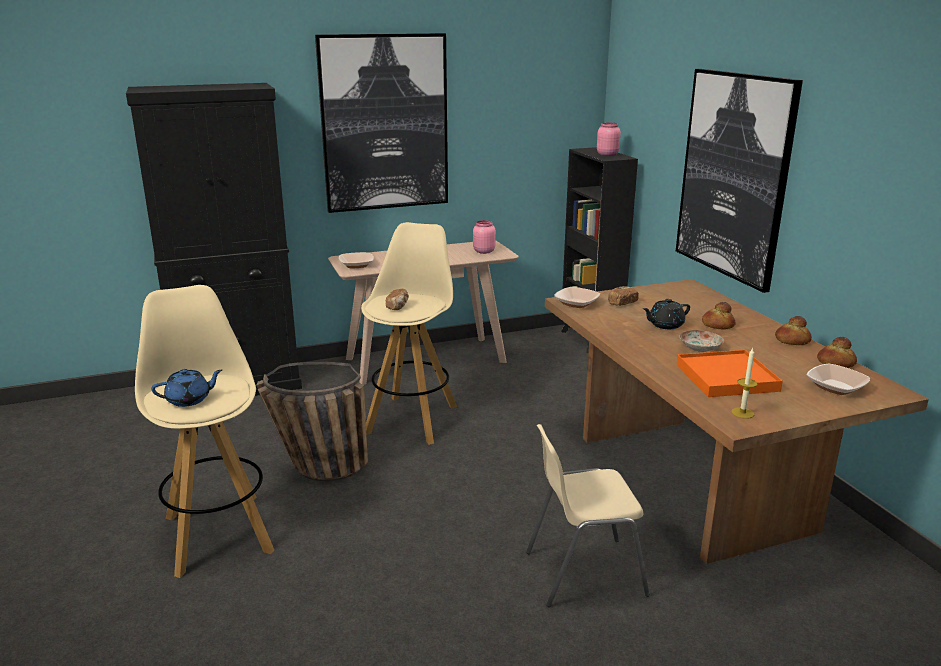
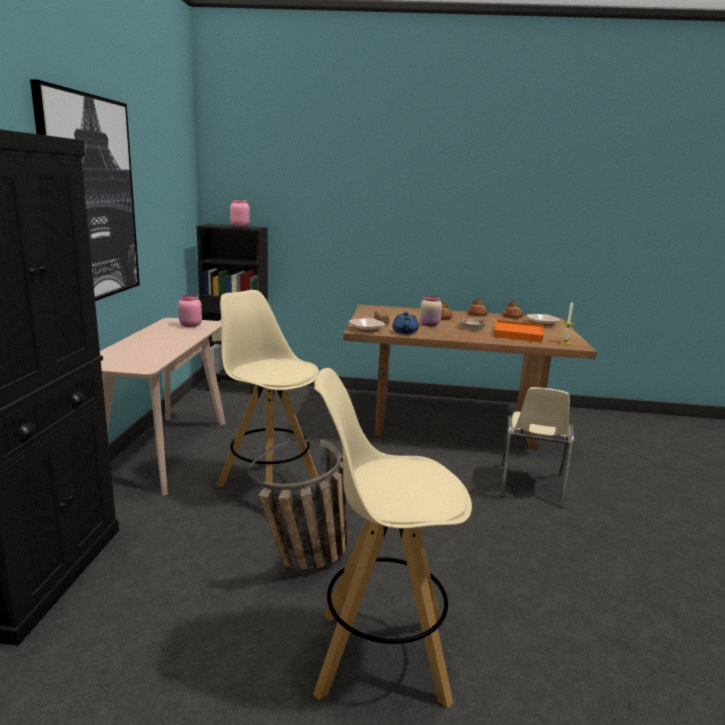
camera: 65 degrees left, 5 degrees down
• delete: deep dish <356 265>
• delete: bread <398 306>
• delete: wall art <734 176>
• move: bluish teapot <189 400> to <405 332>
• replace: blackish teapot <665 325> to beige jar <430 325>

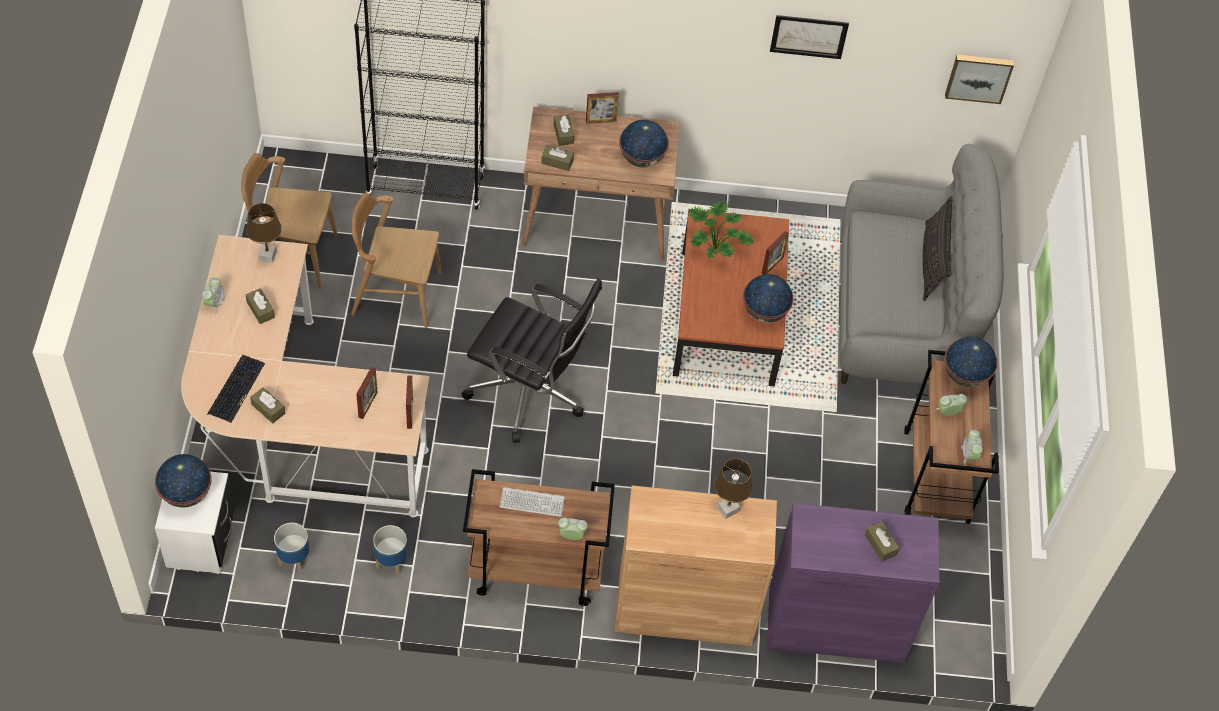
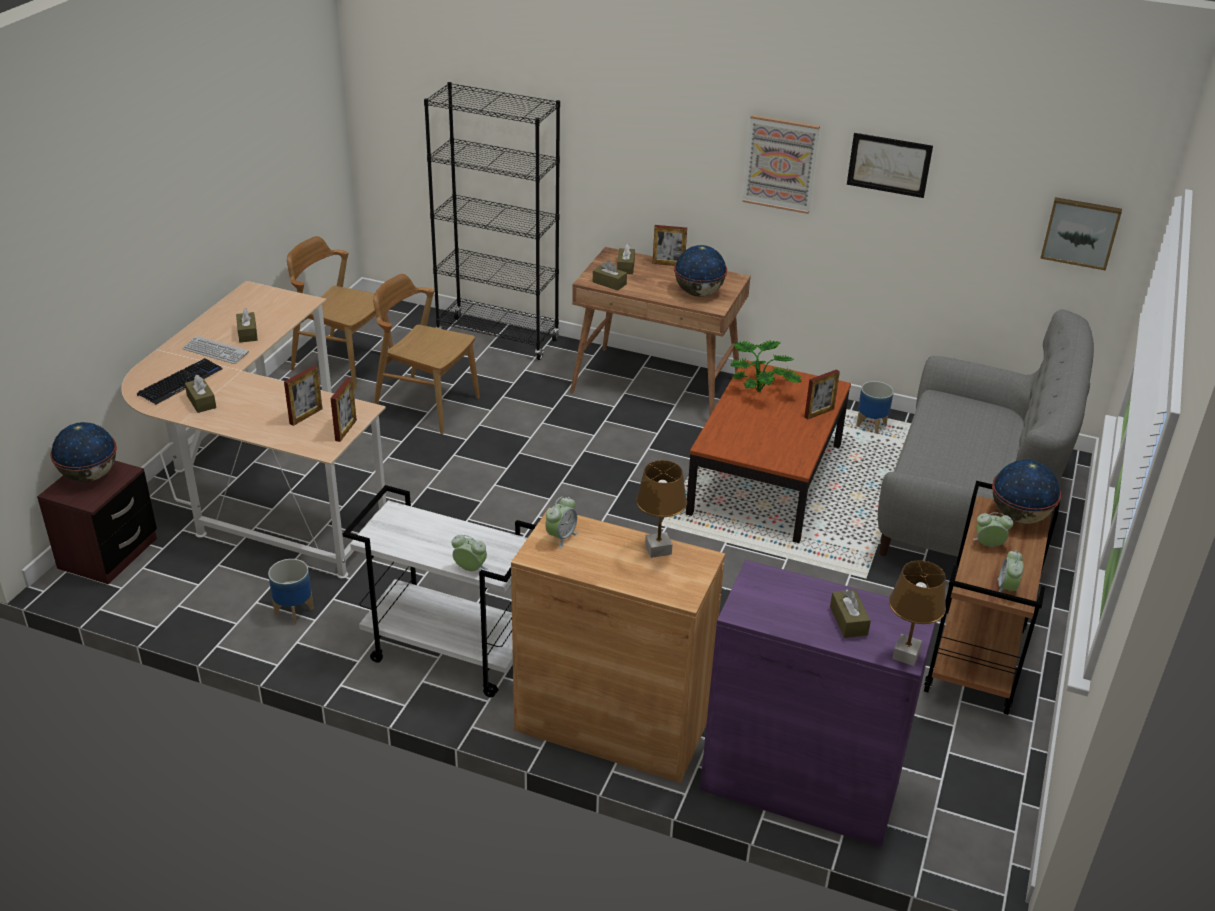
camera: 20 degrees right, 20 degrees down
• delete: blackish computer chair <530 393>
• delete: desk globe <764 312>
• delete: pillow <932 262>
• insert: wall art <780 163>
• move: table clock <214 303> to <561 537>
• move: brown-coloured lamp for a table <268 256> to <906 655>
• move: plant pot <294 558> to <871 425>
• move: keyboard <532 502> to <215 351>
• recolor: white-coloured bedside table <201 540> to brown-coloured bedside table <108 554>
• recolor: brown-coloured cart <534 571> to white-coloured cart <448 653>

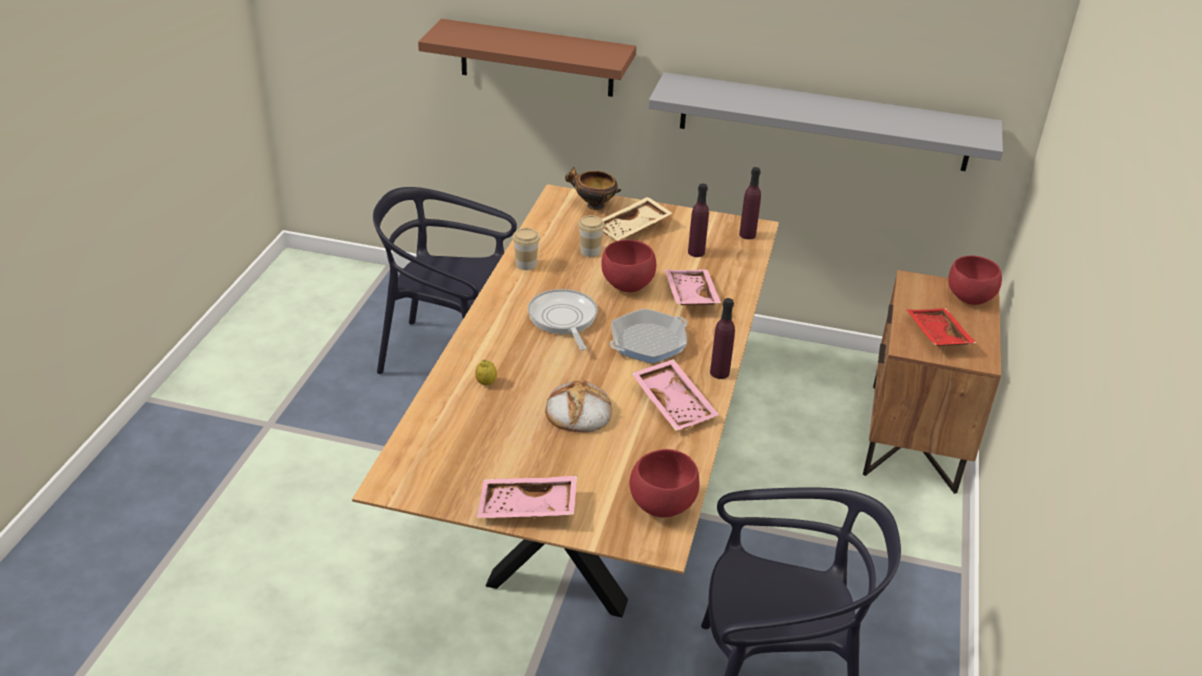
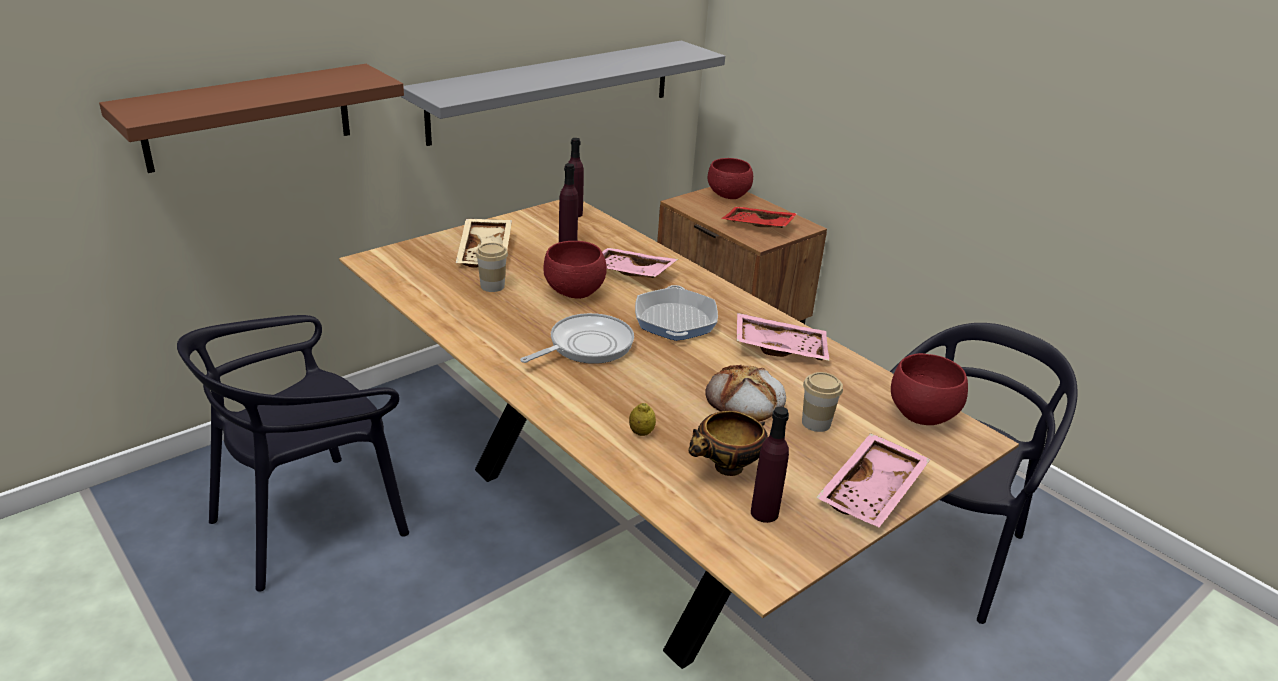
camera: 55 degrees left, 5 degrees down
• move: cup <526 264> to <816 423>
• move: deep dish <593 205> to <726 469>
• move: purplish drink bottle <719 372> to <764 512>
• rotate: pan <563 319> = <586 346> 120 degrees clockwise

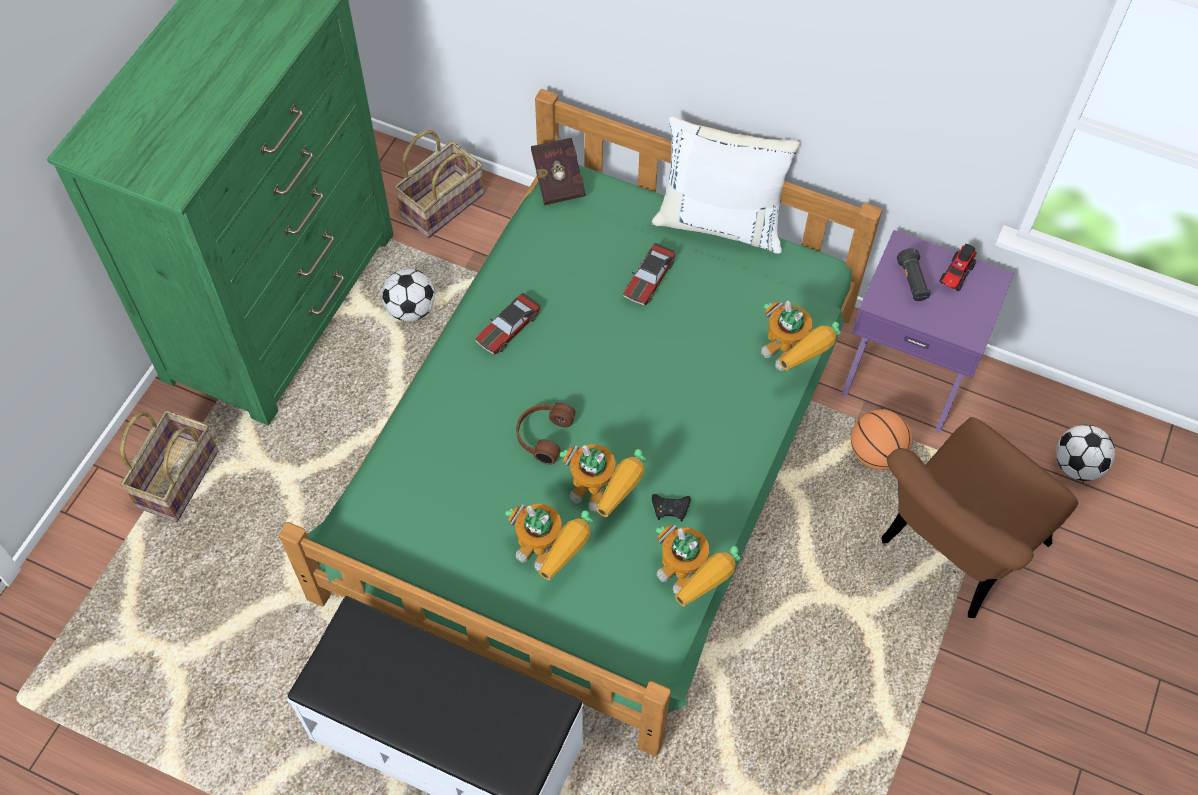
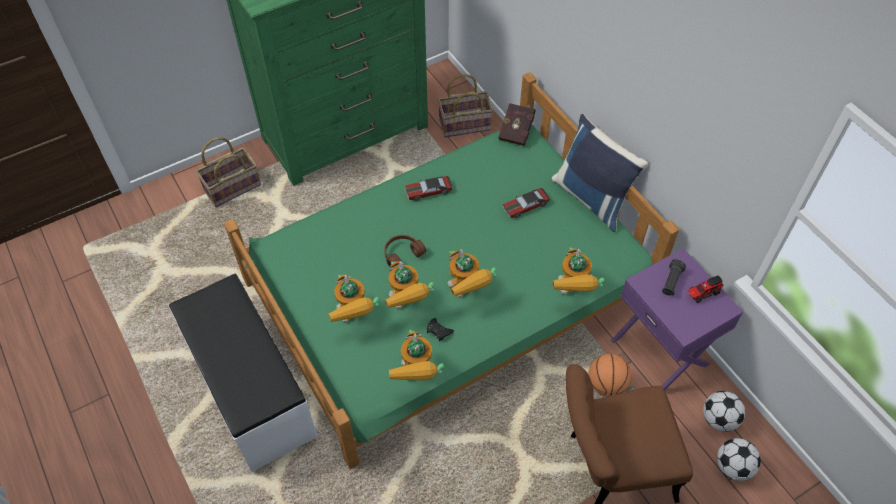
camera: 35 degrees right, 5 degrees down
• insert: model robot <467 292>
• move: football <411 309> to <718 419>
• recolor: white-coloured pillow <720 222> to bluish pillow <592 198>

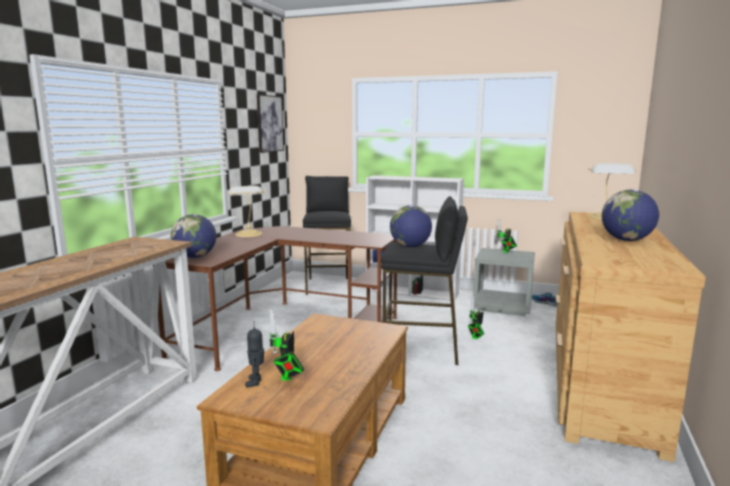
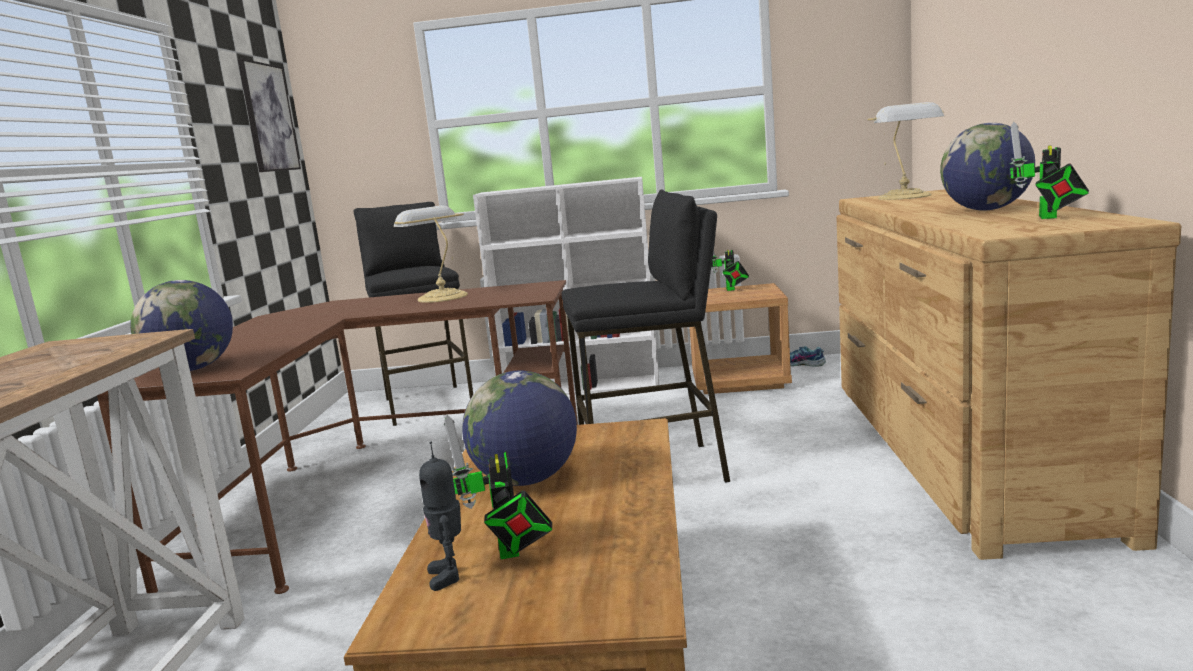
camera: 15 degrees left, 0 degrees up
• move: lamp for a table <248 234> to <441 297>
• move: desk globe <410 246> to <526 480>
• move: model robot <475 337> to <1048 217>
• recolor: greyish bedside table <502 306> to brown-coloured bedside table <740 381>

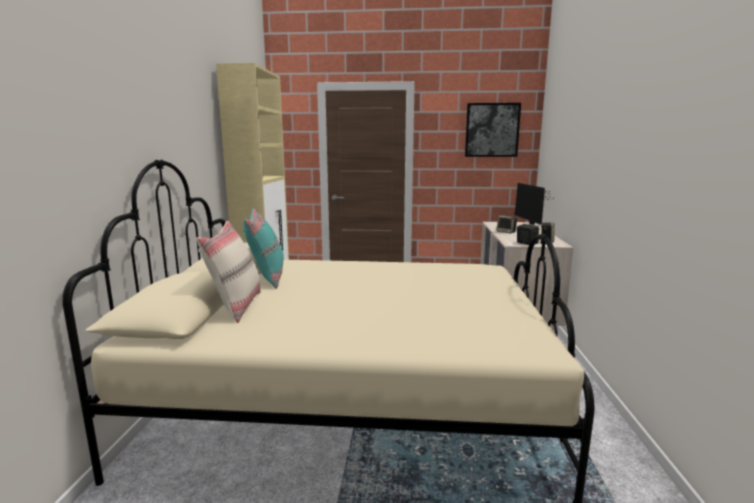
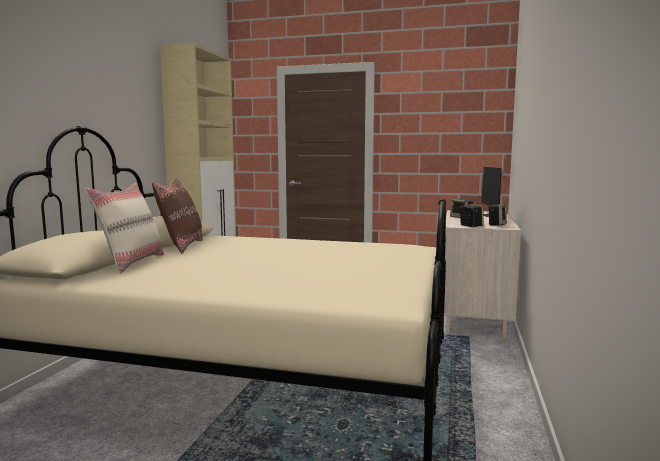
camera: 10 degrees right, 5 degrees down
• delete: wall art <492 130>
• recolor: turquoise-coloured pillow <266 278> to brown-coloured pillow <181 246>

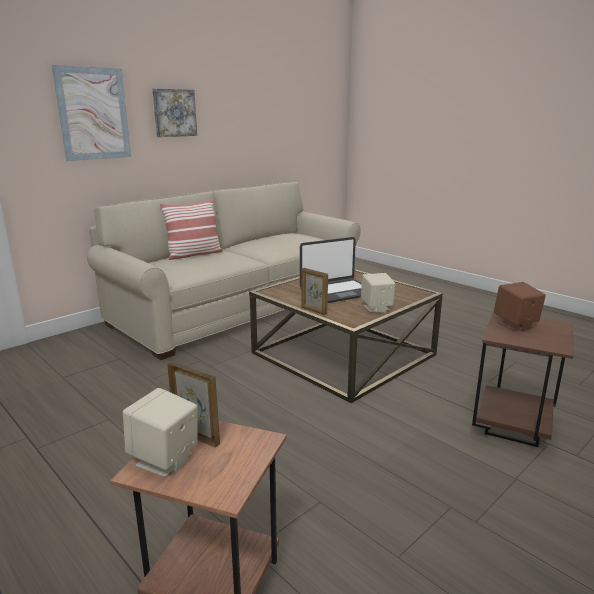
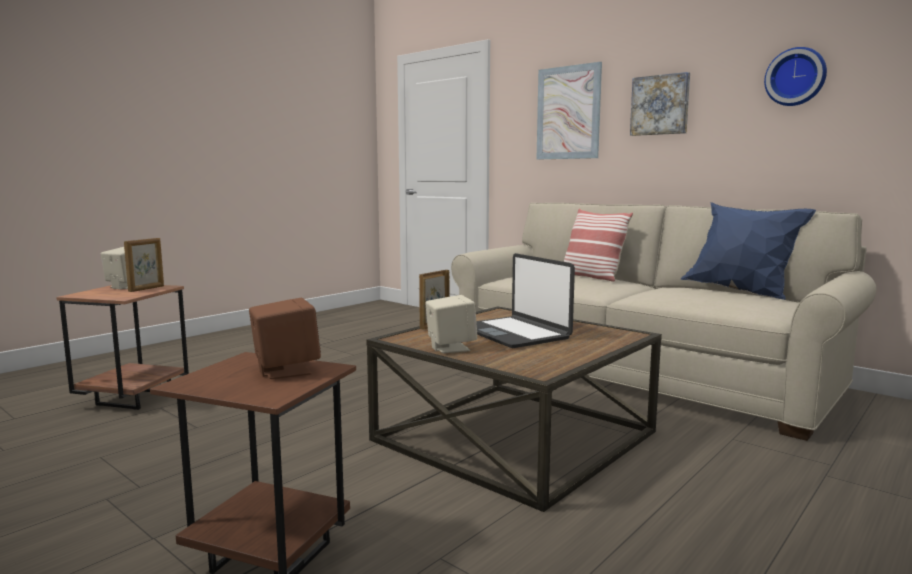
camera: 85 degrees right, 10 degrees down
• insert: bluish pillow <741 292>
• insert: clock on the wall <796 77>

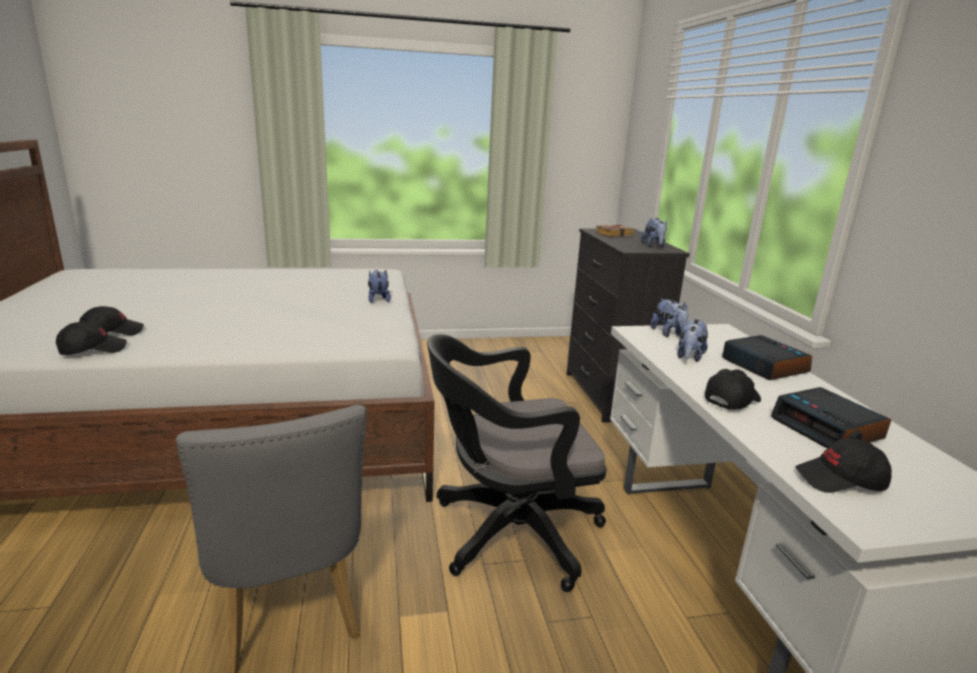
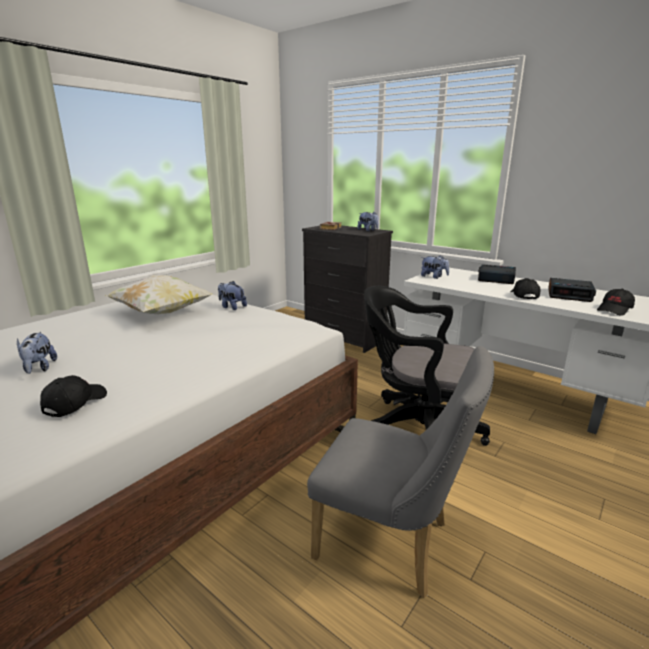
camera: 40 degrees left, 0 degrees up
• delete: blackish cap <92 349>
• insert: pillow <162 313>
• move: soft toy <689 357> to <39 368>
• rotate: blackish computer chair <508 533> = <416 428> 75 degrees clockwise

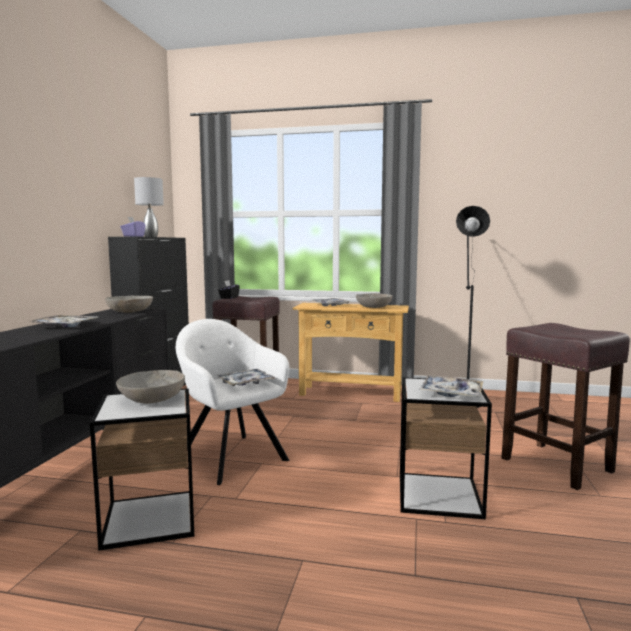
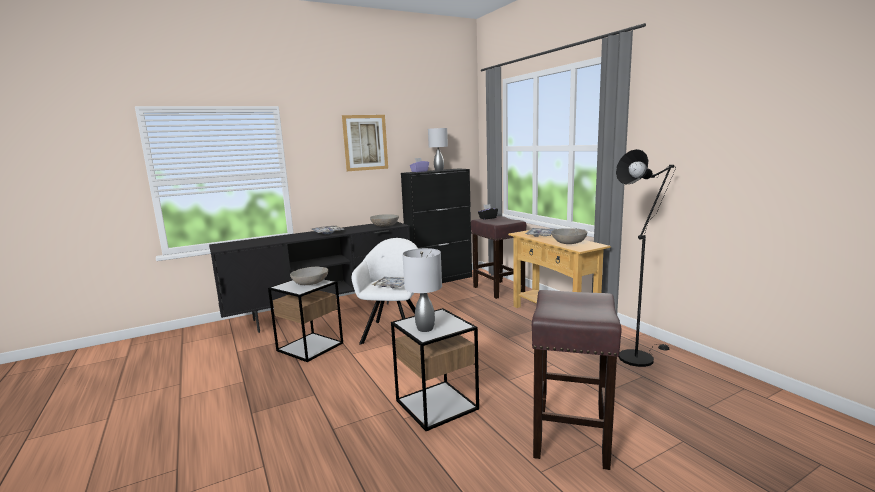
camera: 50 degrees right, 5 degrees up
• insert: wall art <365 142>
• replace: serving tray <451 393> to greyish lamp for a table <425 328>

